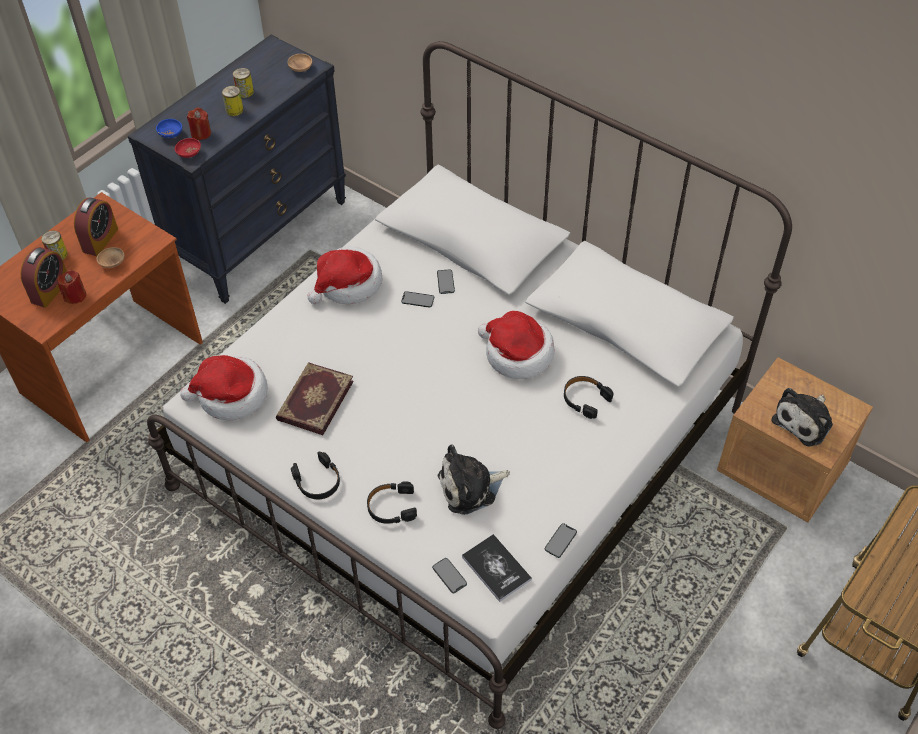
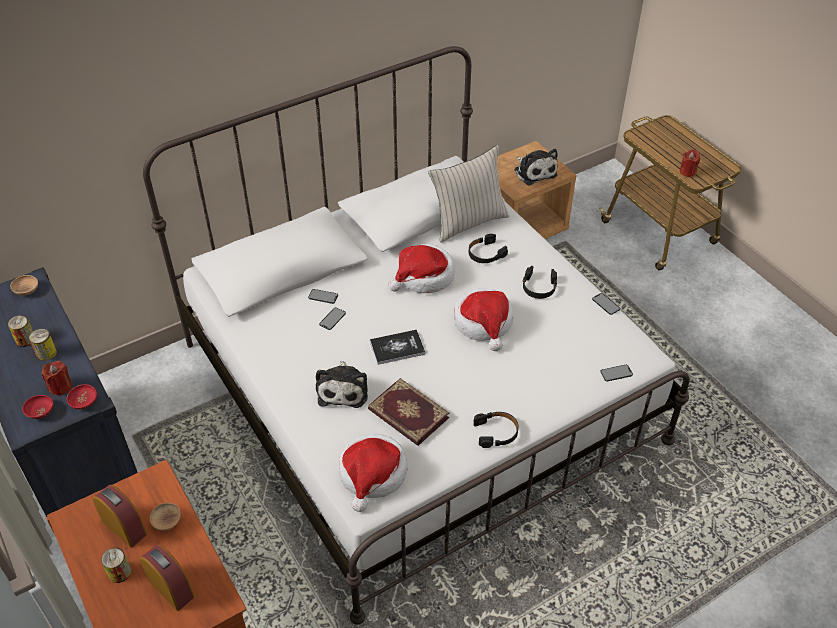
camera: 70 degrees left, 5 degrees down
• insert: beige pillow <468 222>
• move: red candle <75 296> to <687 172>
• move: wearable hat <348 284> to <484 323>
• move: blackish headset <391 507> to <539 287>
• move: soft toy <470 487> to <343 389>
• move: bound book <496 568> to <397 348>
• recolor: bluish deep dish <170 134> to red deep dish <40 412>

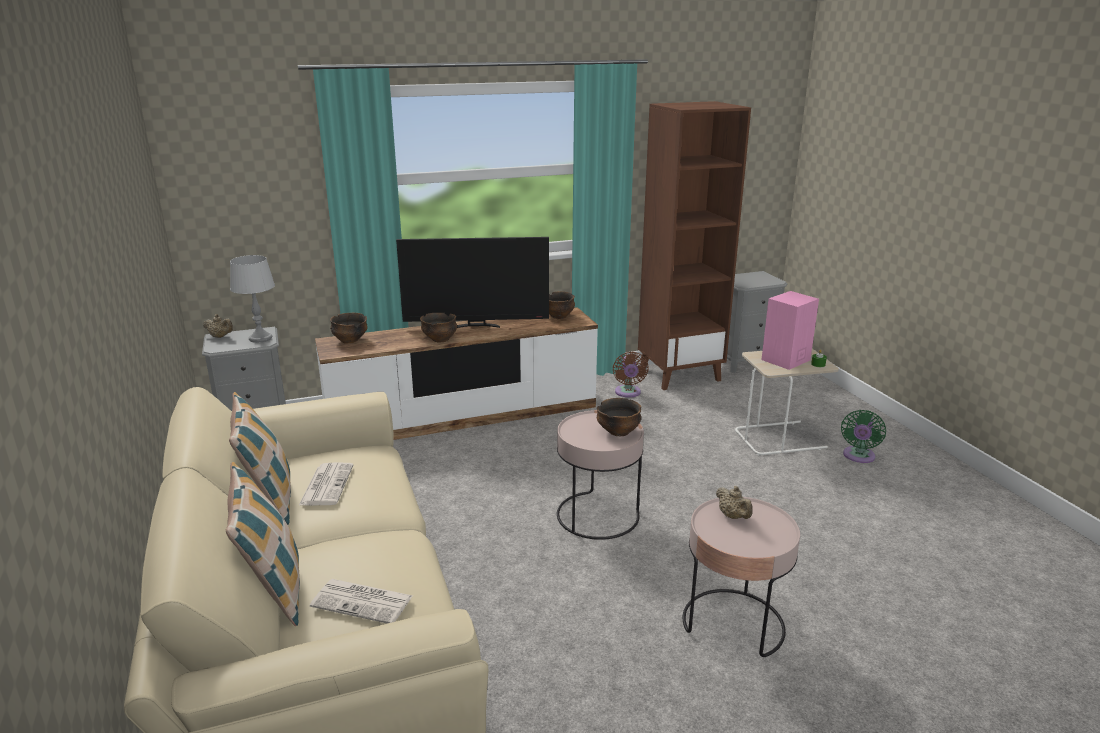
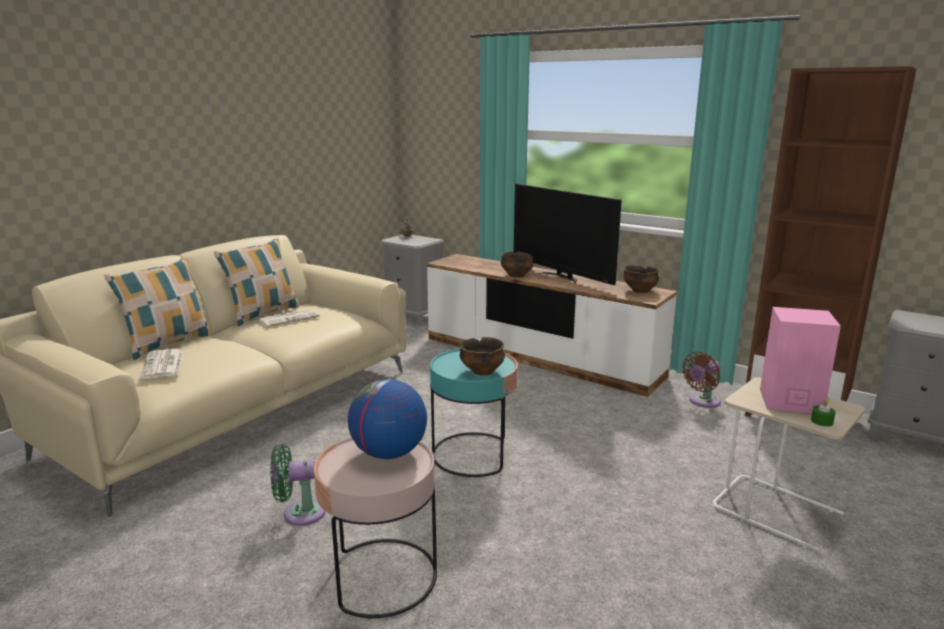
camera: 55 degrees right, 5 degrees down
• delete: greyish lamp for a table <260 338>
• delete: deep dish <350 340>
• move: greenish fan <858 457> to <299 513>
• replace: beige teapot <733 516> to desk globe <388 453>
• recolor: pinkish end table <597 515> to turquoise-coloured end table <473 454>

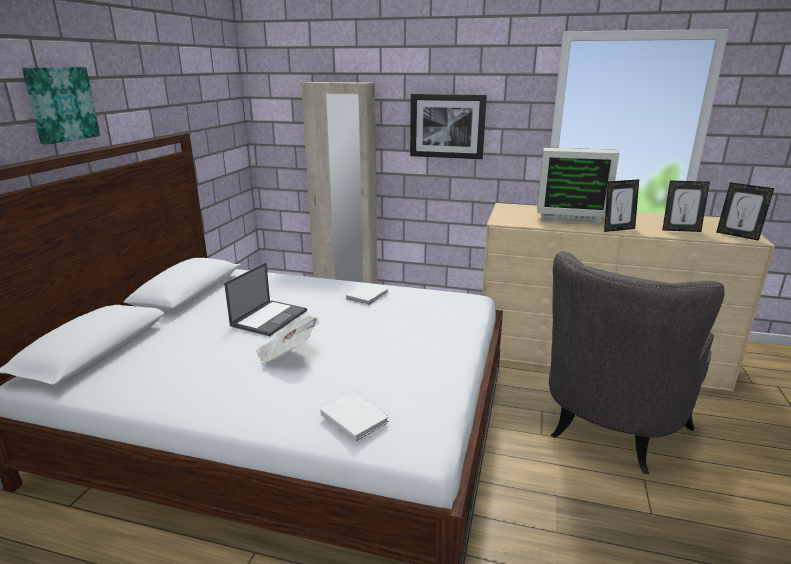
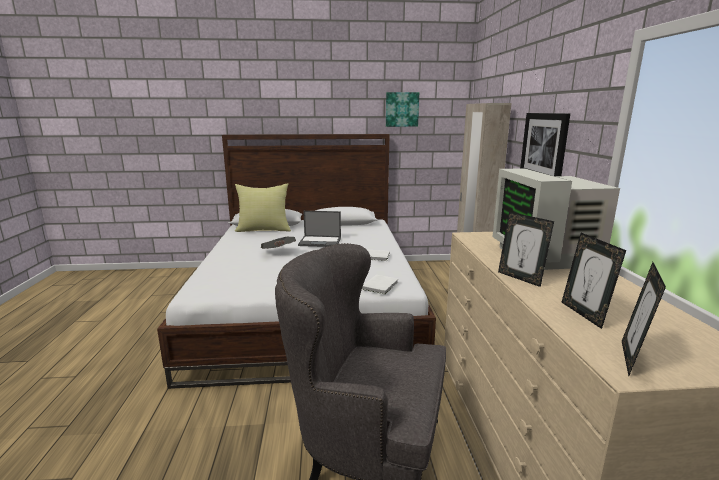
camera: 70 degrees right, 5 degrees down
• insert: yellowish pillow <264 229>
• move: wall art <61 104> to <401 109>
• move: white-coloured bound book <354 417> to <381 285>

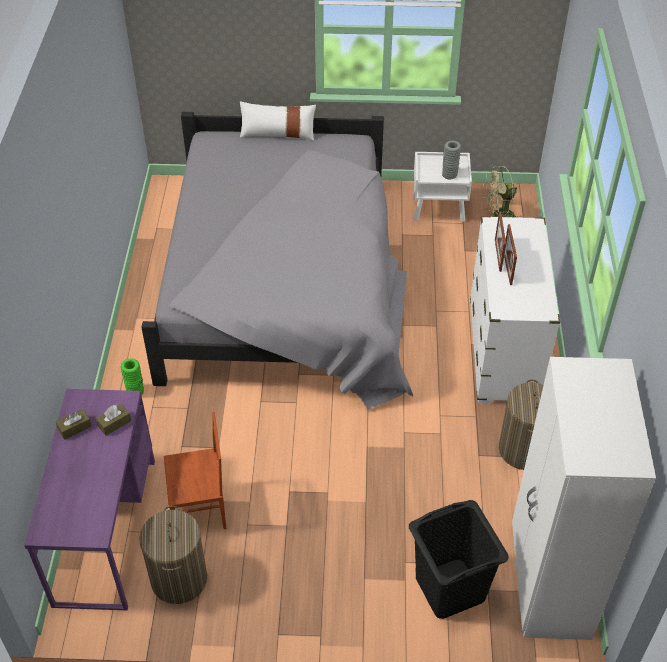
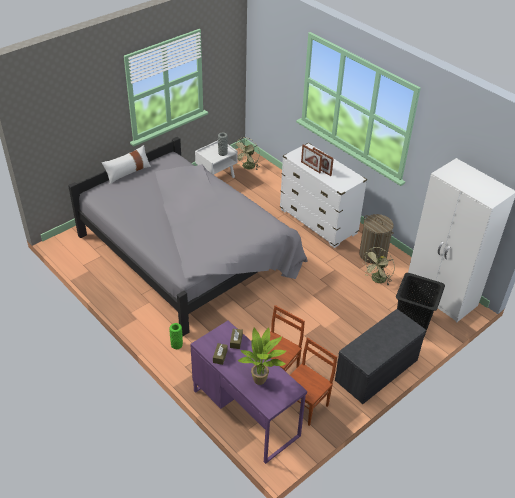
camera: 45 degrees left, 5 degrees down
• insert: plant in a pot <261 381>
• insert: greyish long seat <376 371>
• insert: greenish fan <377 280>
• replace: washing basket <179 579> to brown-coloured chair <305 405>

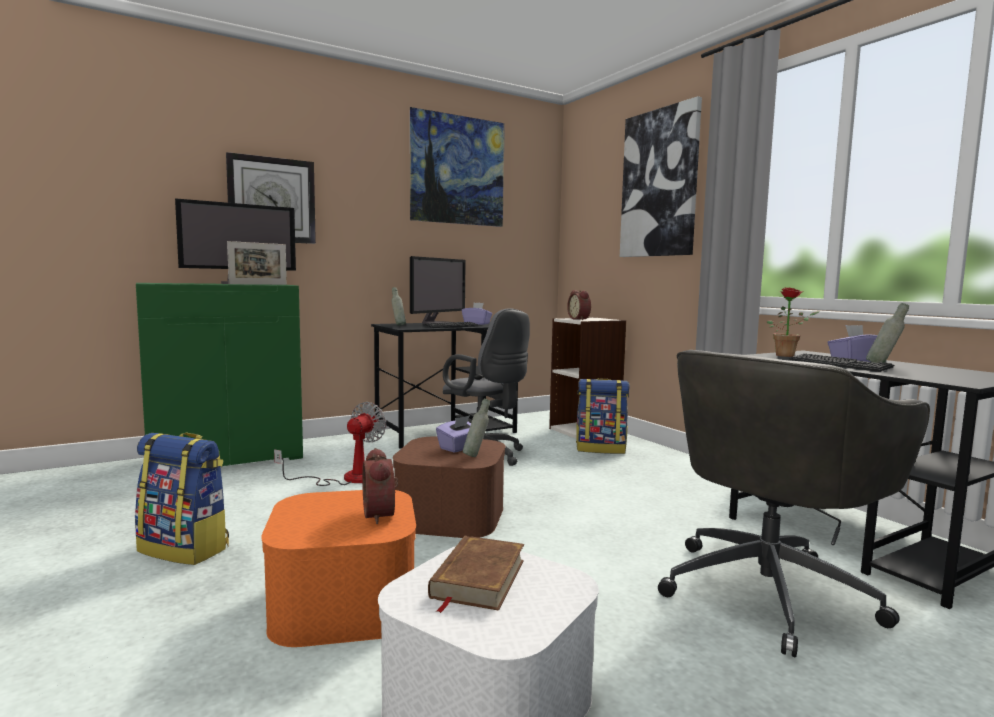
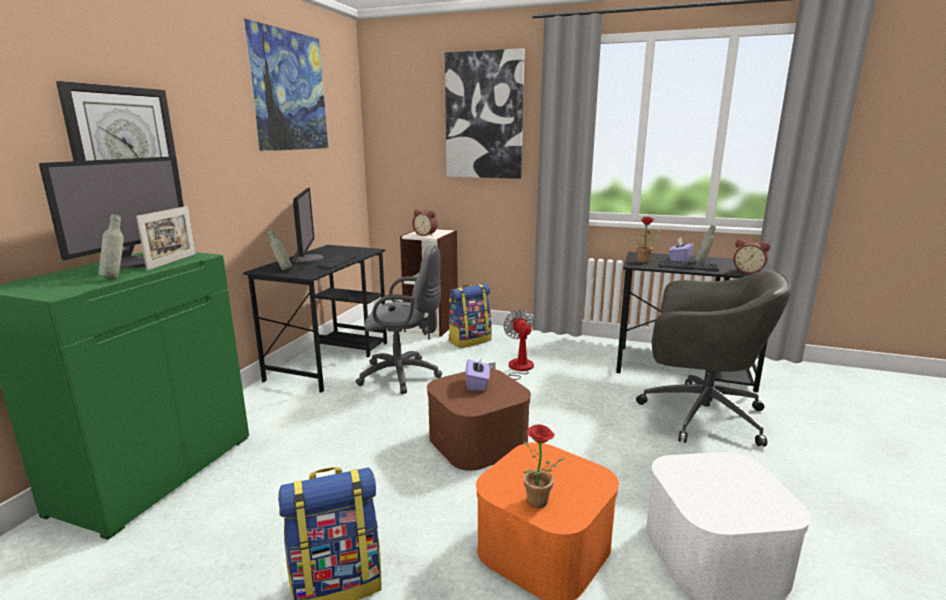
camera: 40 degrees left, 10 degrees up
• delete: brown-coloured bound book <477 578>
• delete: purplish box of tissues <477 323>
• insert: plant in a pot <538 504>
• move: fan <347 478> to <516 369>
• move: table clock <382 514> to <748 272>
• move: greyish drink bottle <476 456> to <117 277>
• rotate: greyish computer chair <769 590> = <698 414> 75 degrees counterclockwise

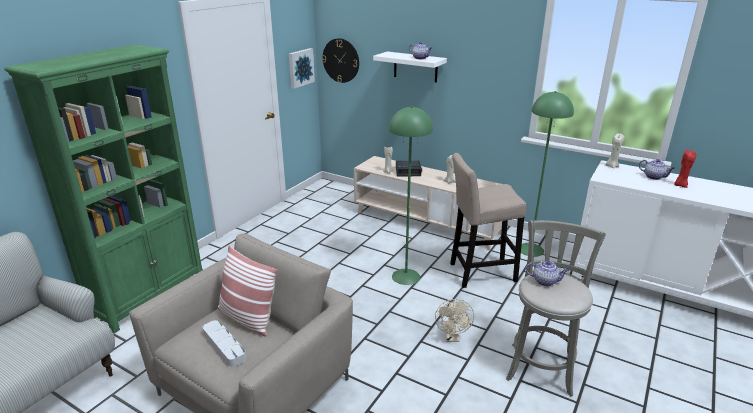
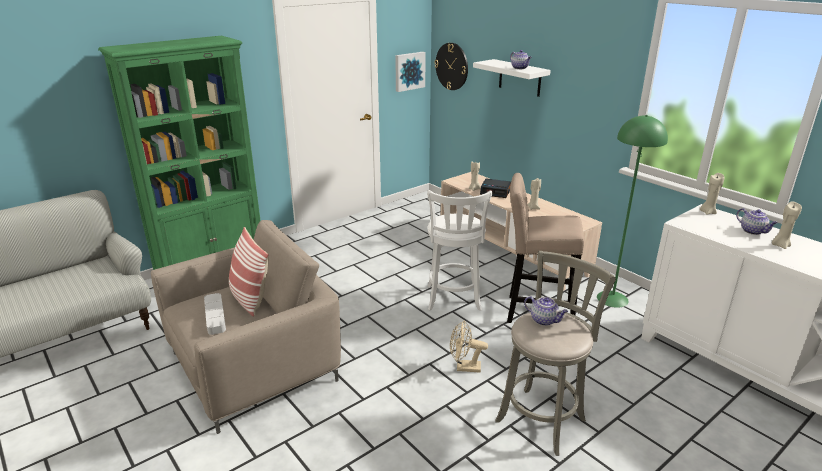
camera: 20 degrees right, 0 degrees up
• replace: greenish standard lamp <405 276> to white-coloured stool <453 299>
• recolor: red candle <680 185> to beige candle <780 245>
• rotate: beige fan <452 337> = <464 367> 75 degrees clockwise

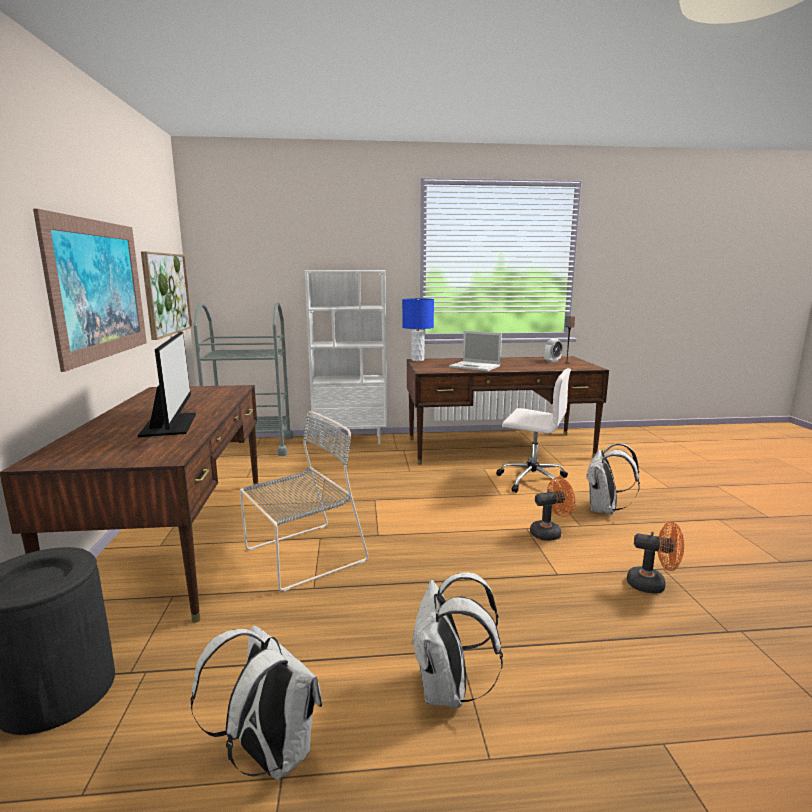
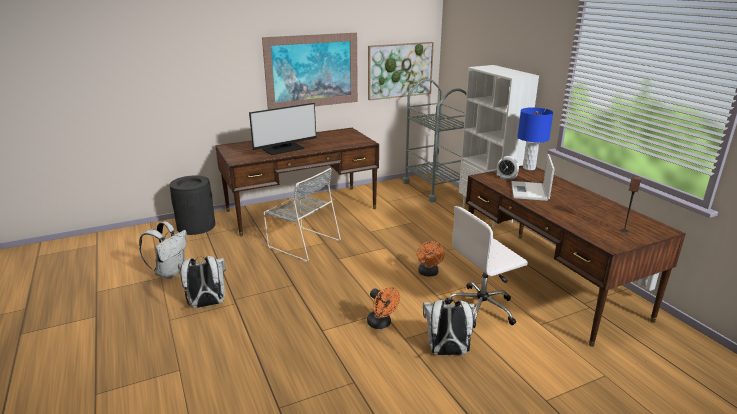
camera: 70 degrees right, 10 degrees up
• move: table clock <552 361> to <506 178>
• move: orangey fan <652 585> to <428 273>
• rotate: white-coloured computer chair <531 480> = <482 307> 60 degrees clockwise

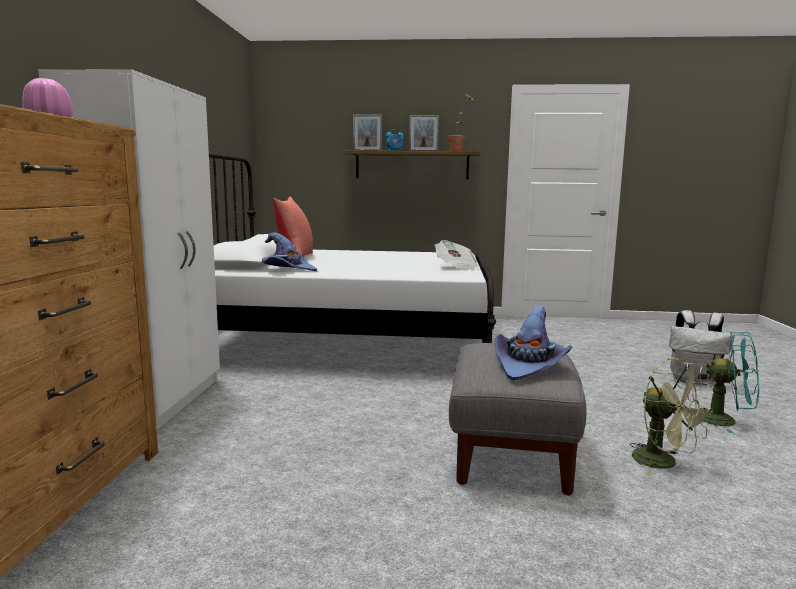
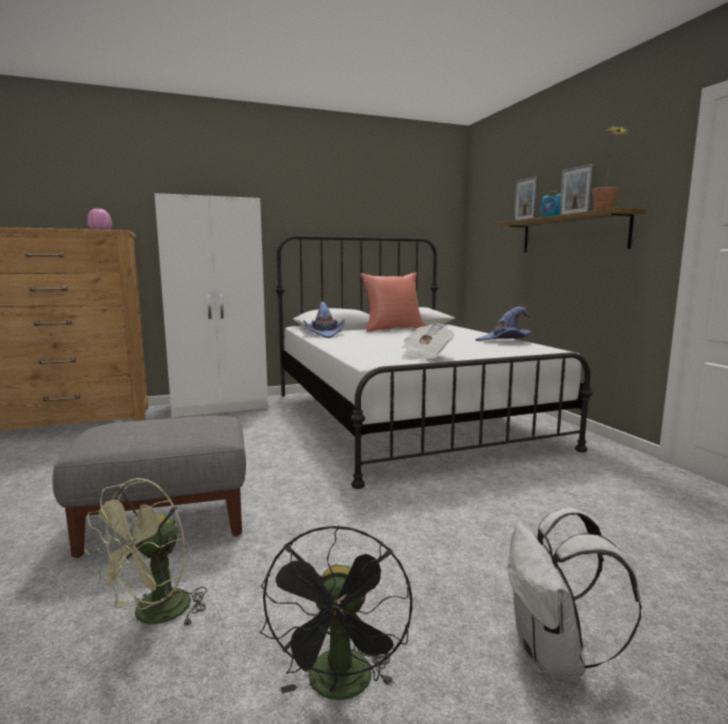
camera: 65 degrees right, 0 degrees up
• move: purplish wearable hat <529 366> to <505 341>
• recolor: turquoise-coloured fan <725 421> to blackish fan <341 688>

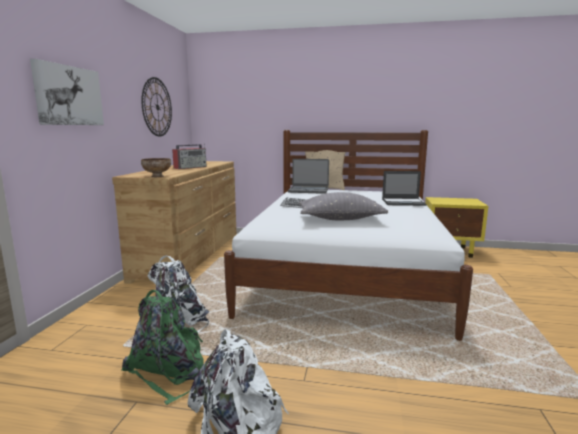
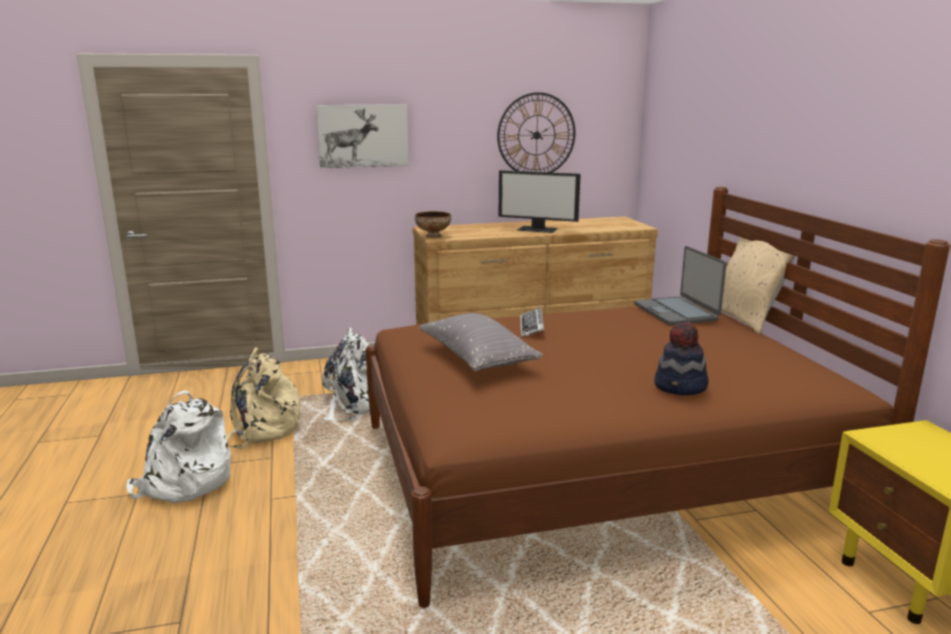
camera: 65 degrees right, 5 degrees up
• replace: radio set <191 167> to computer screen <538 229>
• replace: laptop <403 202> to wearable hat <681 387>
• recolor: greenish rucksack <169 371> to beige rucksack <261 429>
• recolor: white-coloured sleeping bed <345 273> to brown-coloured sleeping bed <596 472>

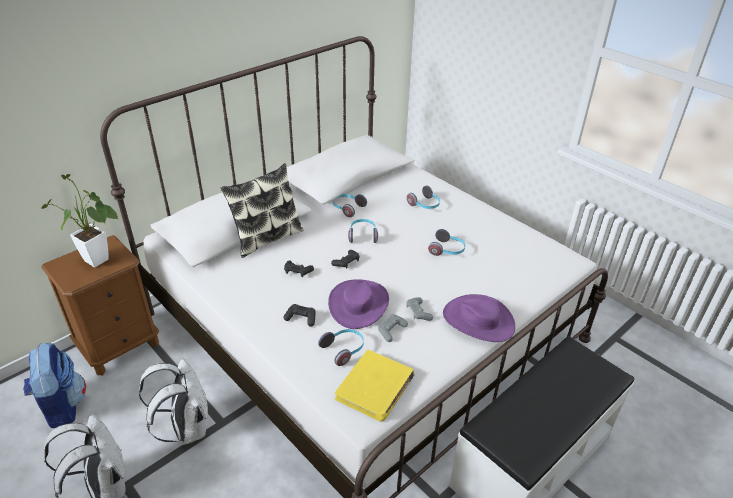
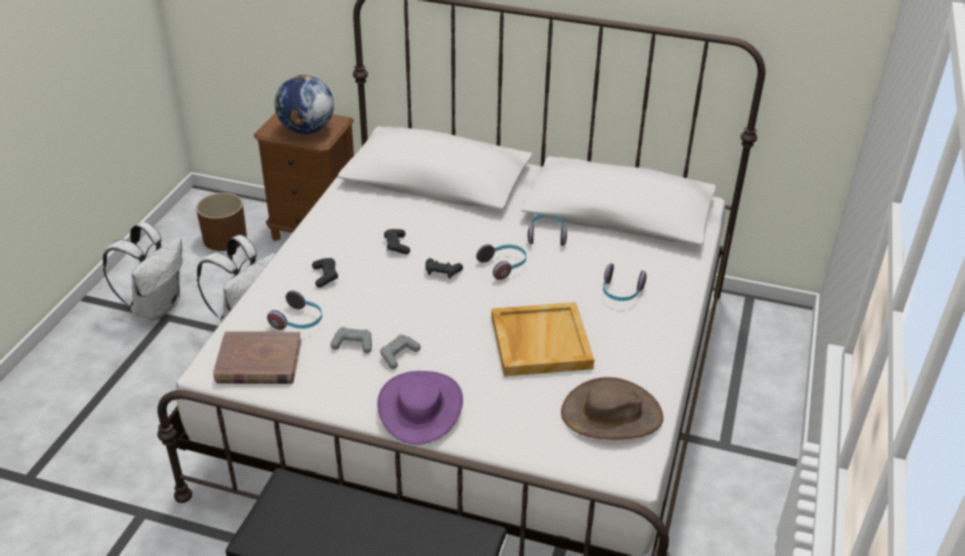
camera: 60 degrees right, 0 degrees up
• delete: pillow <267 238>
• delete: purplish wearable hat <359 304>
• insert: brown-coloured wearable hat <611 415>
• replace: rucksack <62 406> to brown-coloured plant pot <225 238>
• replace: plant in a pot <99 263> to desk globe <306 130>
• replace: headset <447 250> to beige serving tray <539 342>
• recolor: yellowish bound book <375 388> to brown-coloured bound book <258 362>

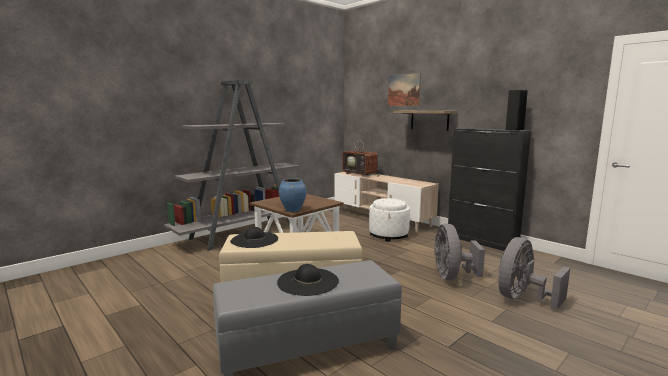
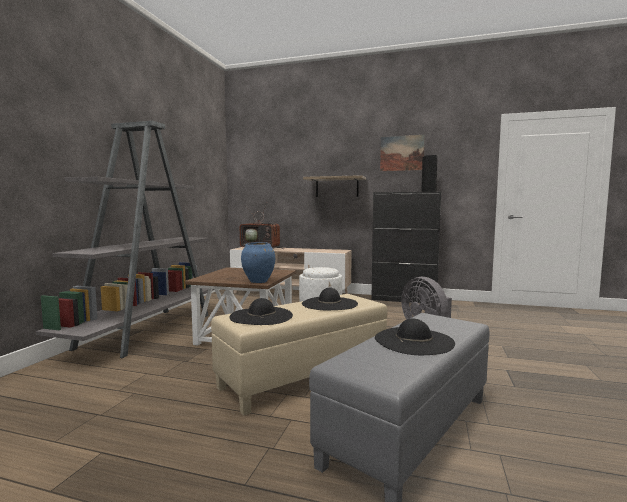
camera: 30 degrees left, 5 degrees down
• delete: greyish fan <522 298>
• insert: blackish wearable hat <329 304>
• move: wall art <403 90> to <402 153>

